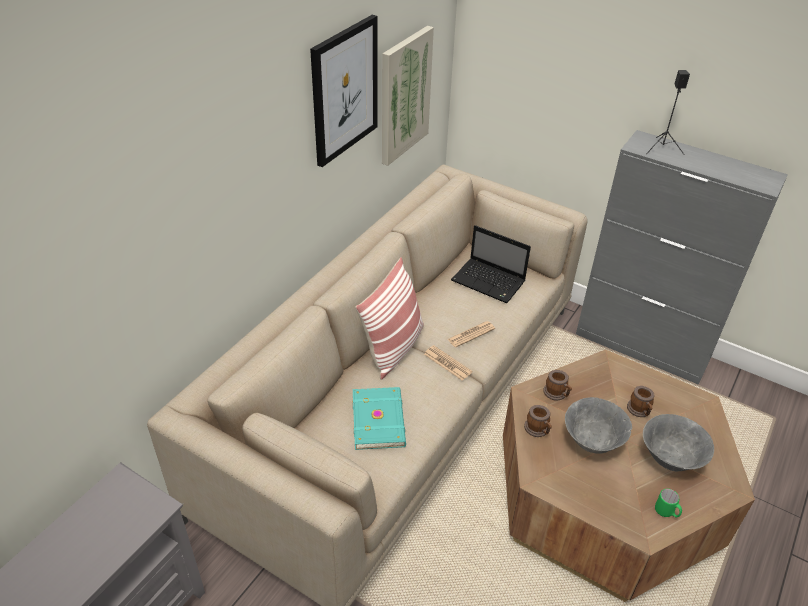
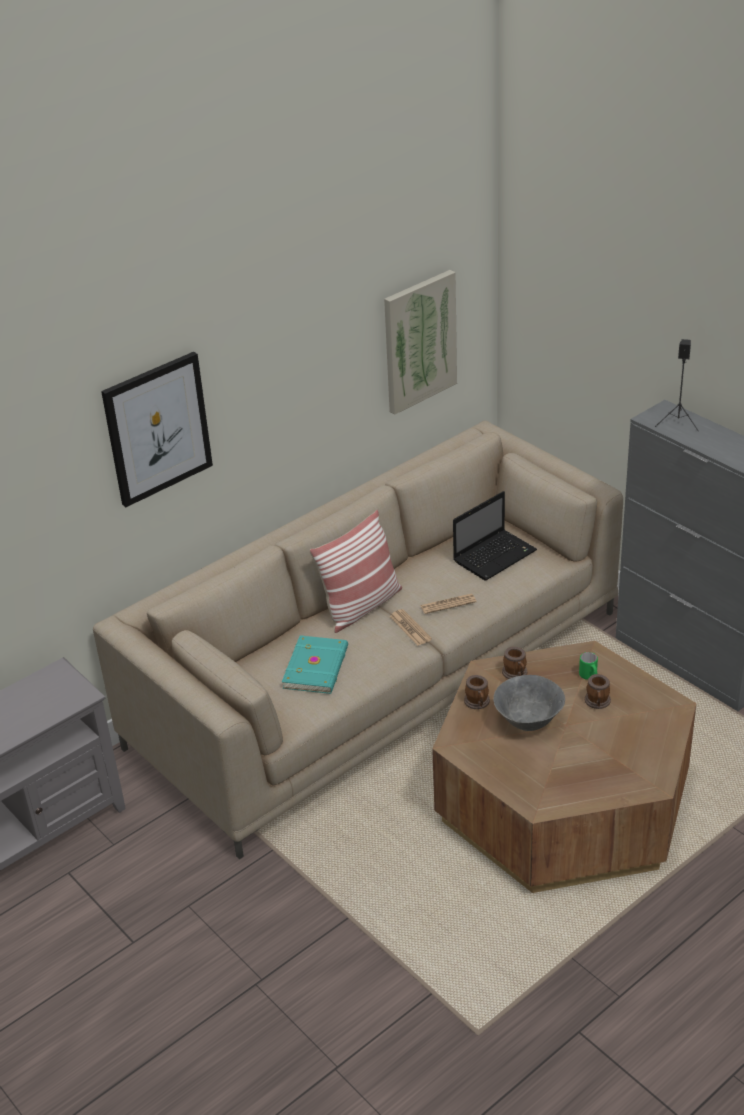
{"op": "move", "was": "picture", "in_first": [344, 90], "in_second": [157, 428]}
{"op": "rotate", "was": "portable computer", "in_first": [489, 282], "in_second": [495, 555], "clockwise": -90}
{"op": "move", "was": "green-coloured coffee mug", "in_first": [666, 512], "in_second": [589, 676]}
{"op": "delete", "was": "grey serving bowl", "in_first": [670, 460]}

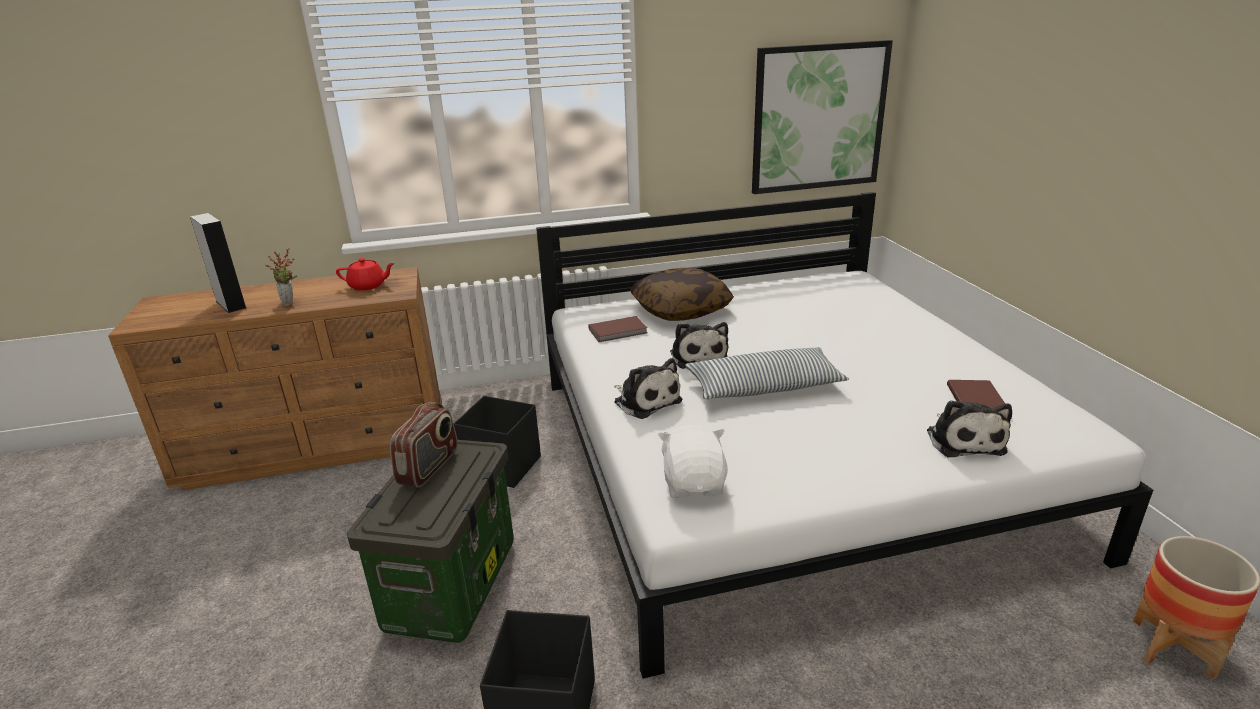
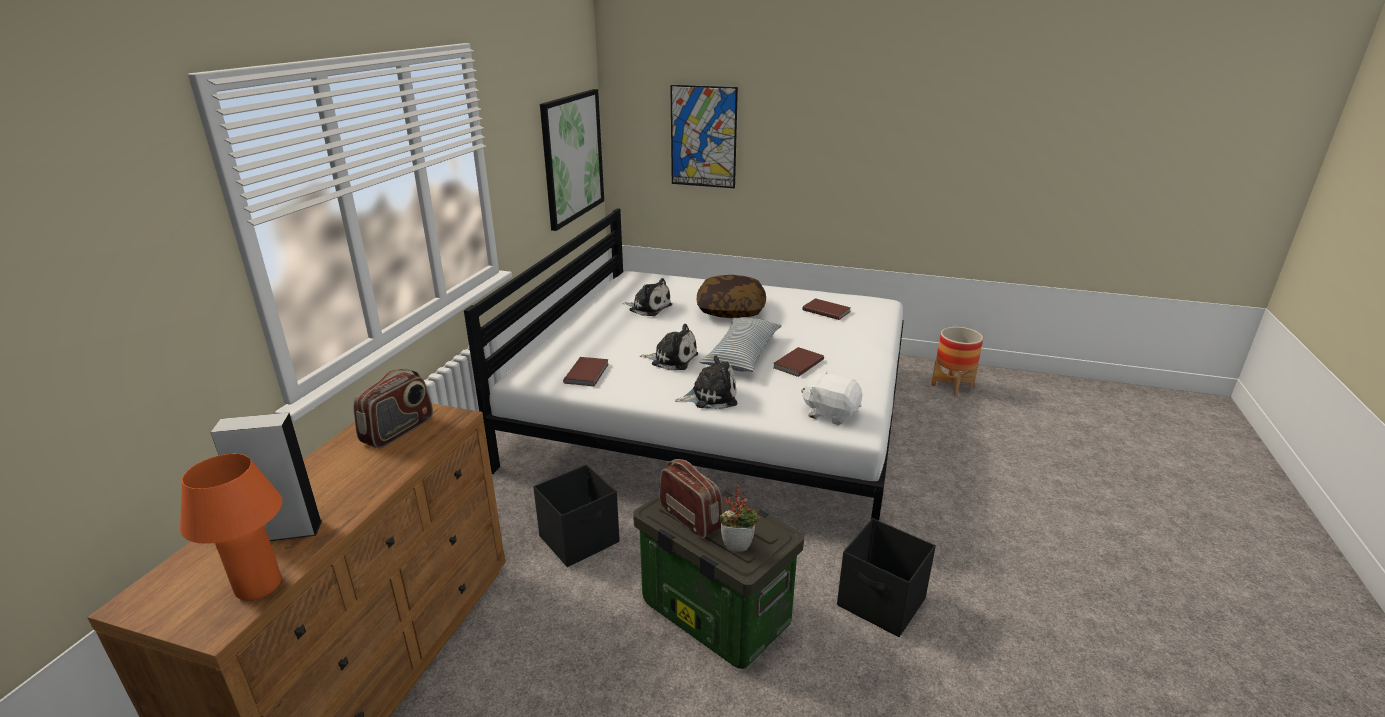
{"op": "insert", "now": "orange-coloured table lamp", "in_second": [259, 586]}
{"op": "replace", "was": "red pot for tea", "now": "radio set", "in_first": [368, 286], "in_second": [398, 431]}
{"op": "move", "was": "soft toy", "in_first": [964, 440], "in_second": [648, 308]}
{"op": "insert", "now": "picture", "in_second": [703, 137]}
{"op": "move", "was": "throw pillow", "in_first": [681, 309], "in_second": [730, 310]}
{"op": "move", "was": "potted plant", "in_first": [290, 303], "in_second": [738, 545]}
{"op": "insert", "now": "brown volume", "in_second": [797, 364]}

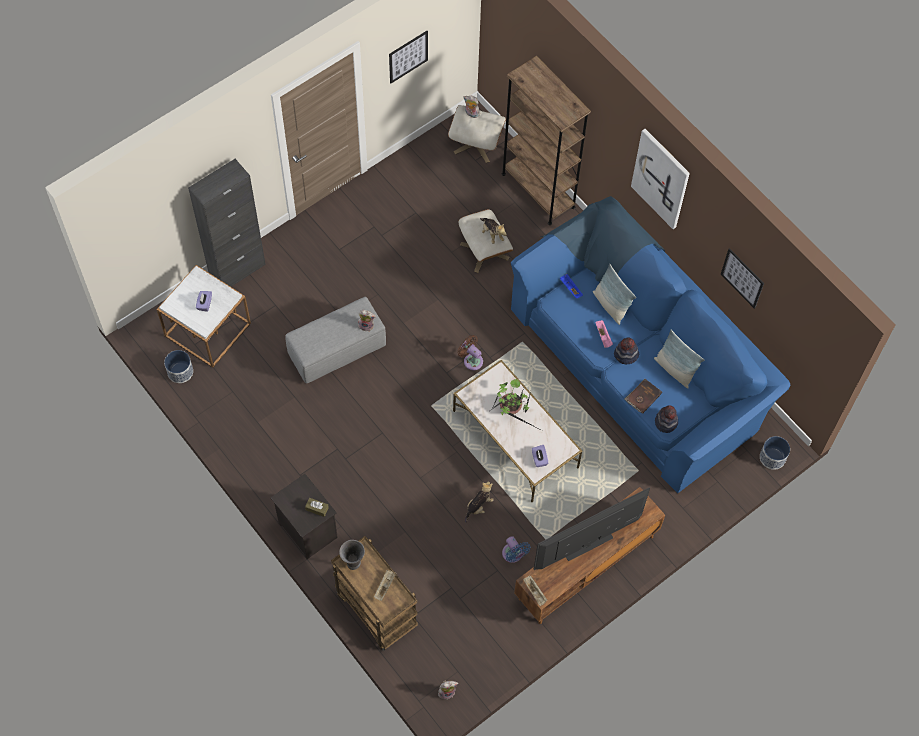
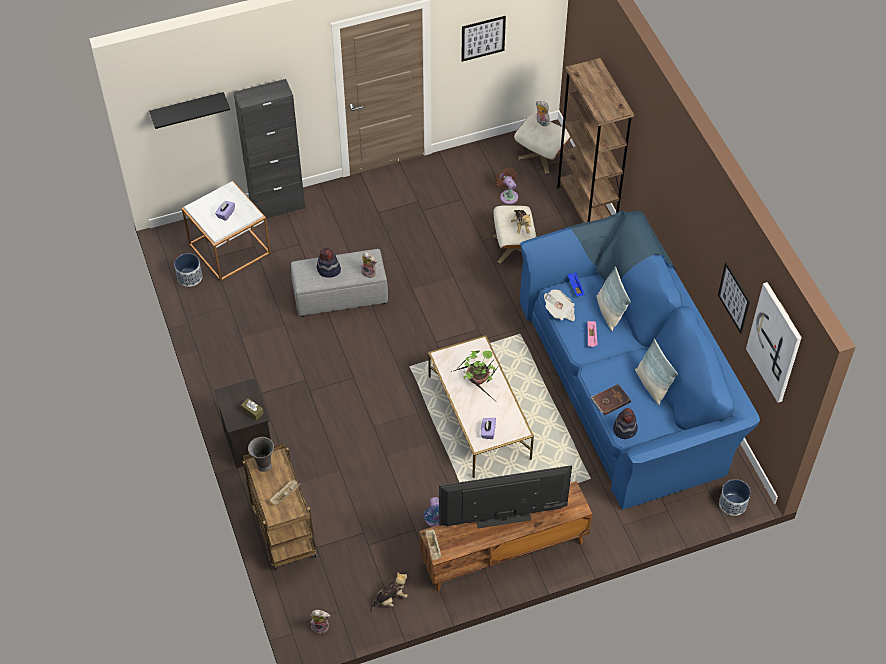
{"op": "insert", "now": "black bracket shelf", "in_second": [188, 110]}
{"op": "move", "was": "wearable hat", "in_first": [626, 355], "in_second": [328, 270]}
{"op": "move", "was": "soft toy", "in_first": [479, 506], "in_second": [390, 599]}
{"op": "move", "was": "brown cooling fan", "in_first": [471, 360], "in_second": [508, 195]}
{"op": "insert", "now": "newspaper", "in_second": [560, 311]}
{"op": "move", "was": "picture", "in_first": [661, 178], "in_second": [775, 342]}

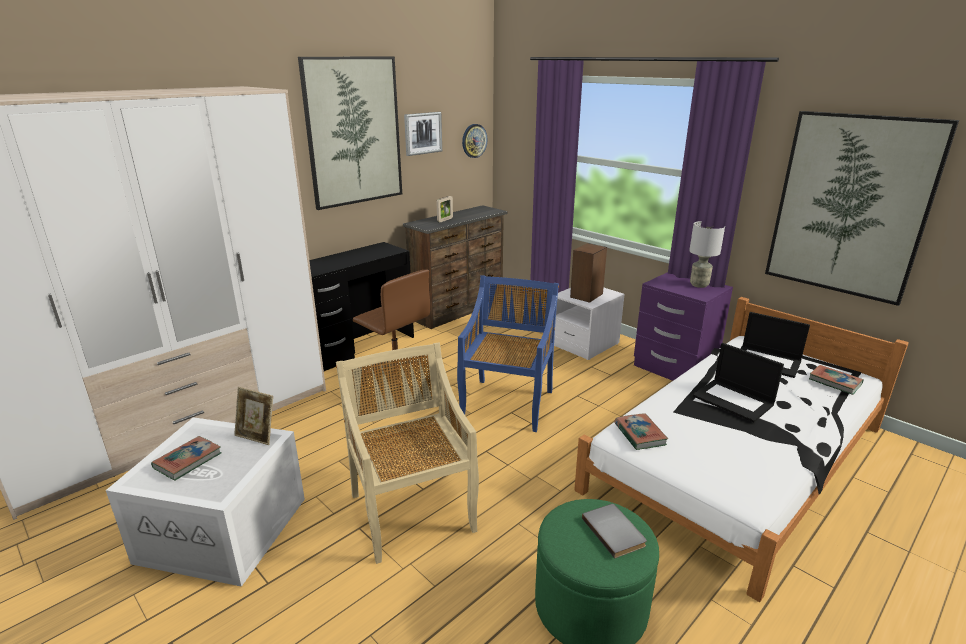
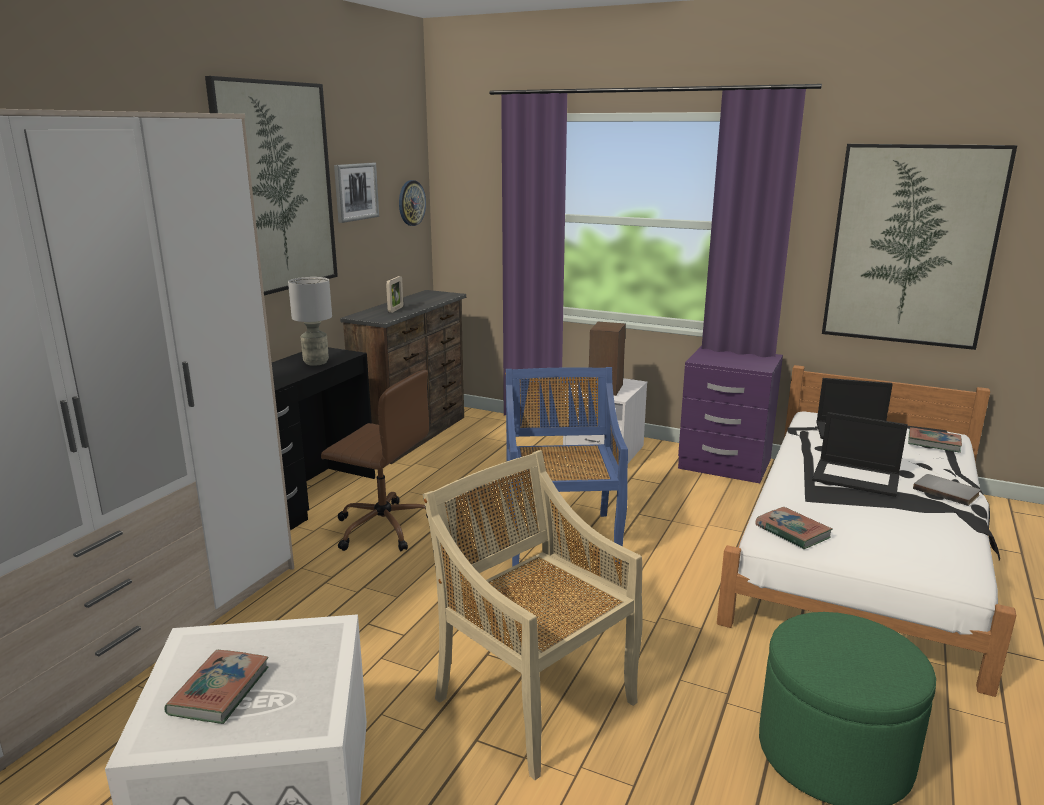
{"op": "move", "was": "grey table lamp", "in_first": [699, 285], "in_second": [316, 362]}
{"op": "move", "was": "grey volume", "in_first": [615, 531], "in_second": [946, 491]}
{"op": "delete", "was": "picture frame", "in_first": [257, 436]}

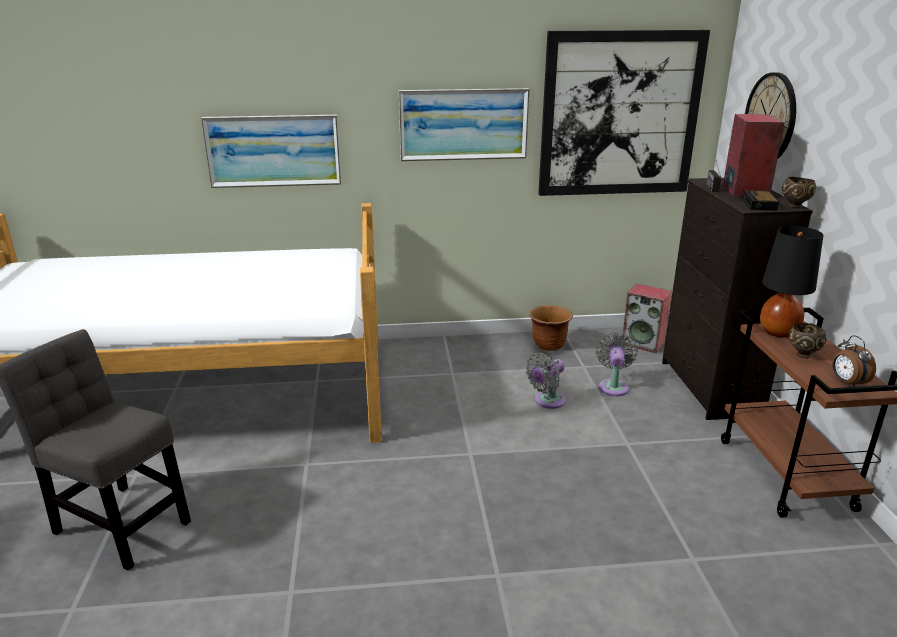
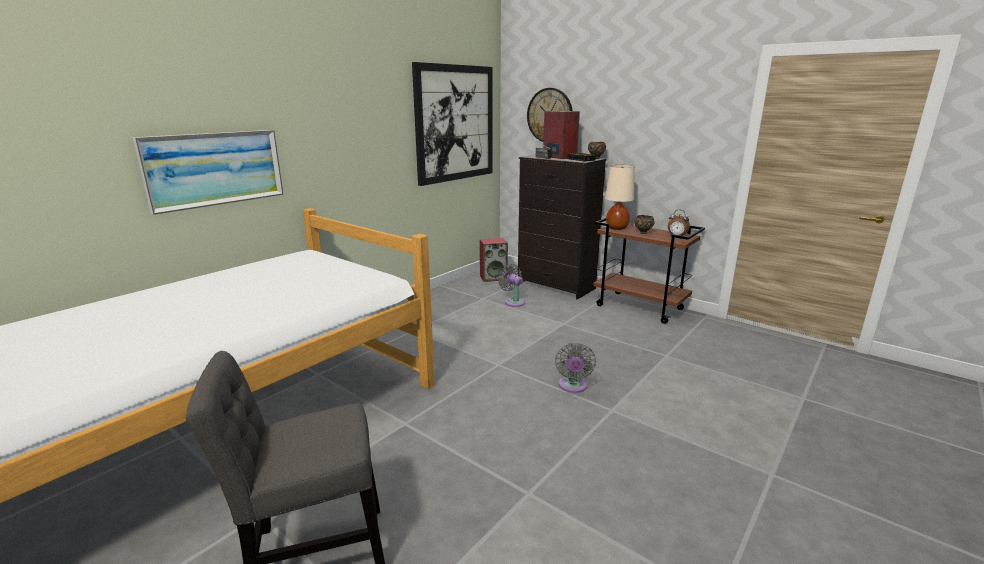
{"op": "move", "was": "grey cooling fan", "in_first": [547, 401], "in_second": [572, 386]}
{"op": "recolor", "was": "black table lamp", "now": "beige-coloured table lamp", "in_first": [778, 332], "in_second": [616, 228]}
{"op": "delete", "was": "picture", "in_first": [463, 124]}
{"op": "delete", "was": "brown flower pot", "in_first": [549, 345]}

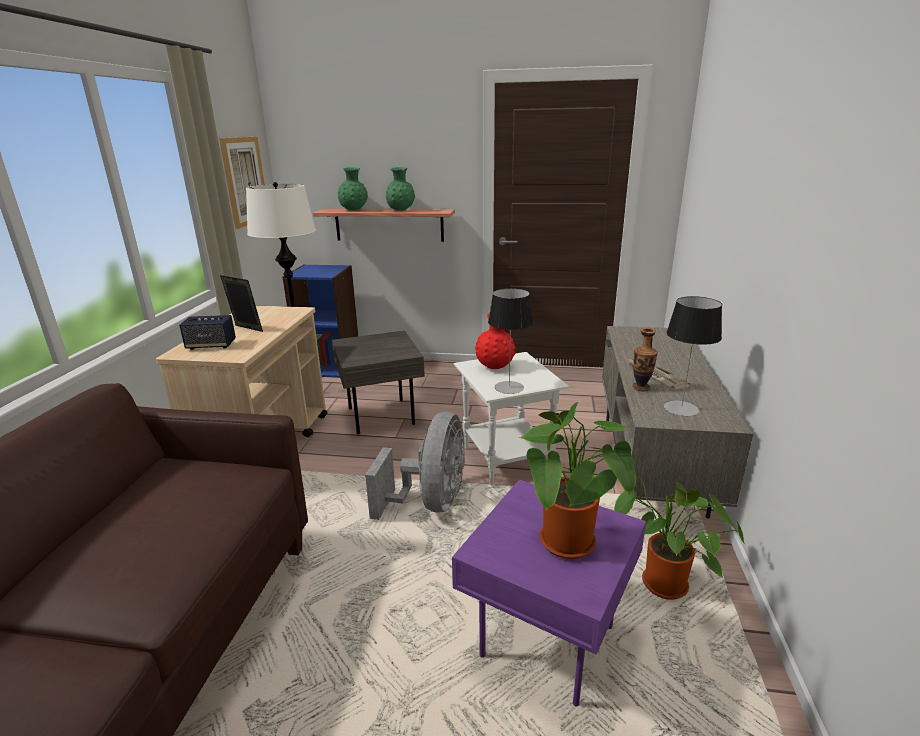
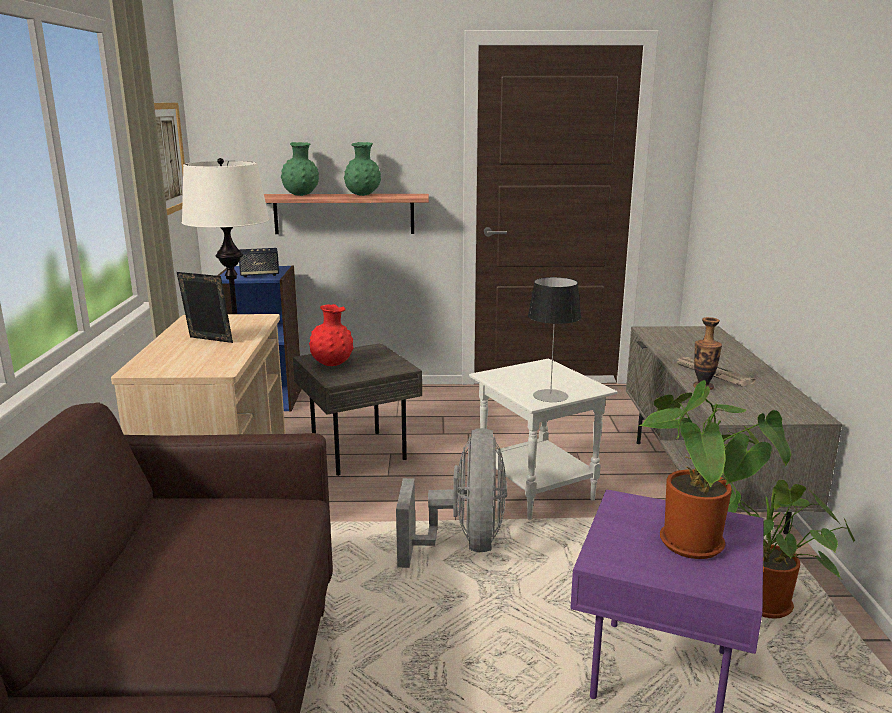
{"op": "move", "was": "audio speaker", "in_first": [211, 345], "in_second": [259, 275]}
{"op": "move", "was": "red vase", "in_first": [495, 367], "in_second": [332, 364]}
{"op": "delete", "was": "table lamp", "in_first": [681, 408]}

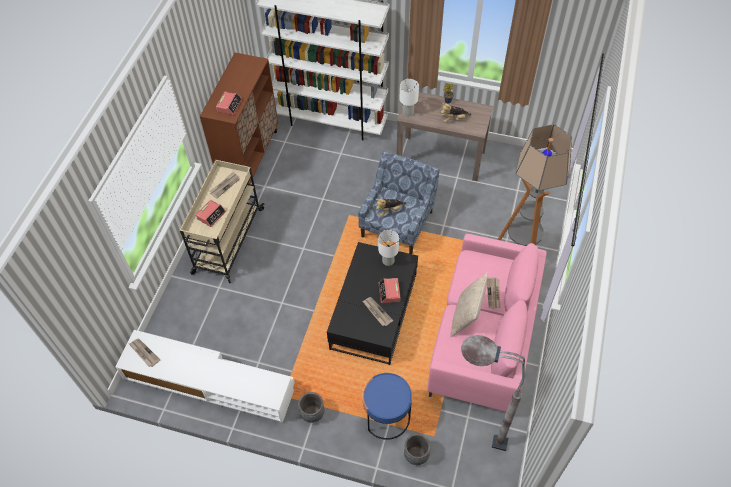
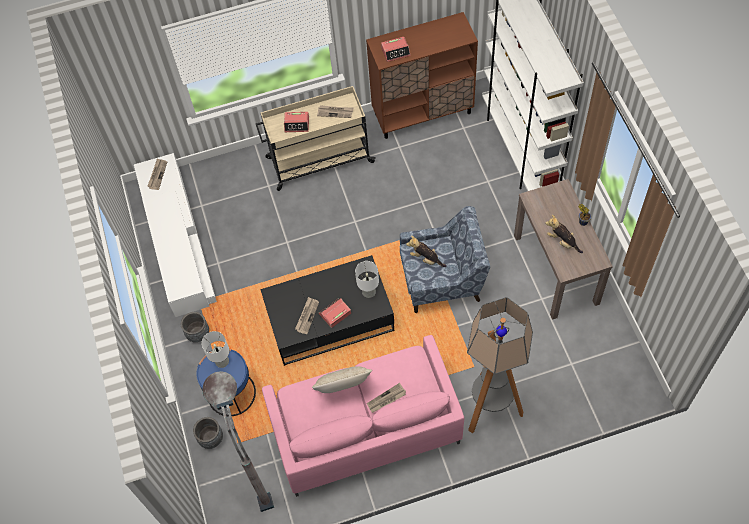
{"op": "move", "was": "white table lamp", "in_first": [408, 112], "in_second": [222, 361]}

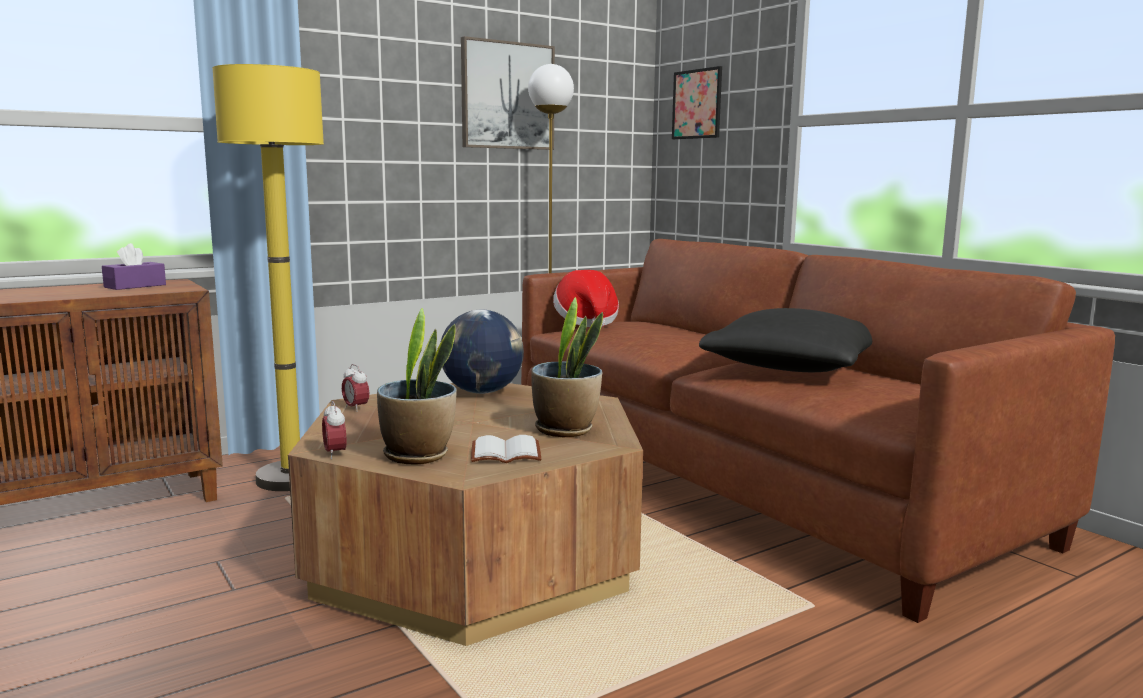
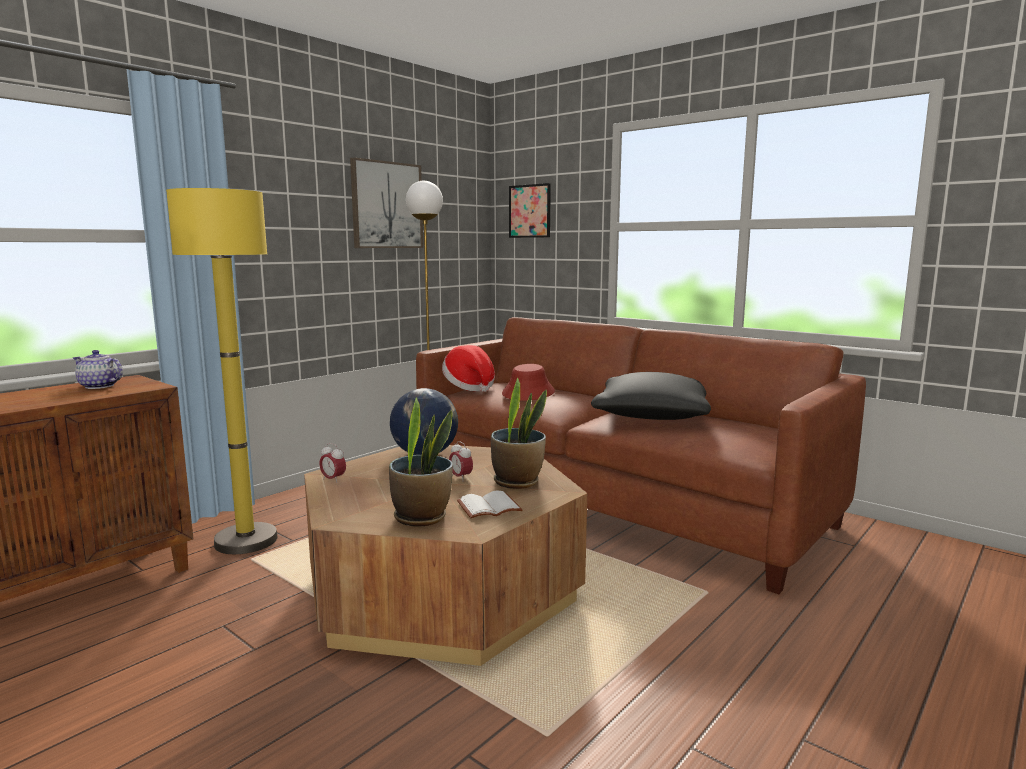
{"op": "replace", "was": "purplish tissue box", "now": "pot for tea", "in_first": [135, 286], "in_second": [99, 386]}
{"op": "move", "was": "table clock", "in_first": [335, 454], "in_second": [461, 478]}
{"op": "insert", "now": "red wearable hat", "in_second": [528, 393]}

